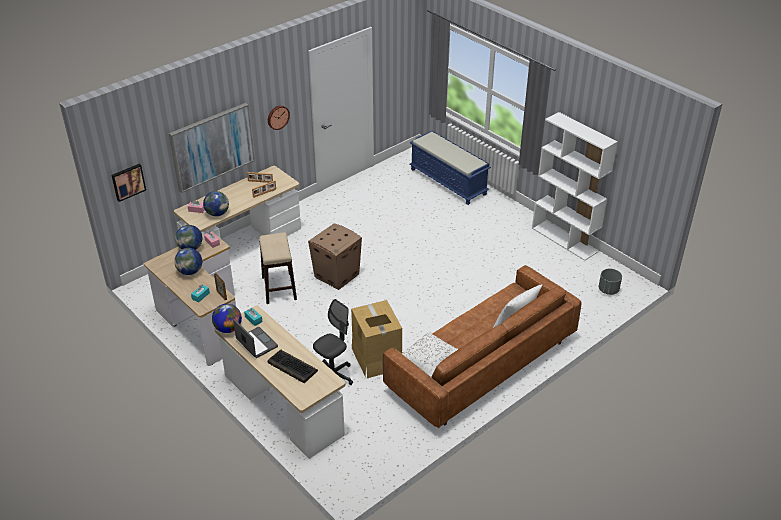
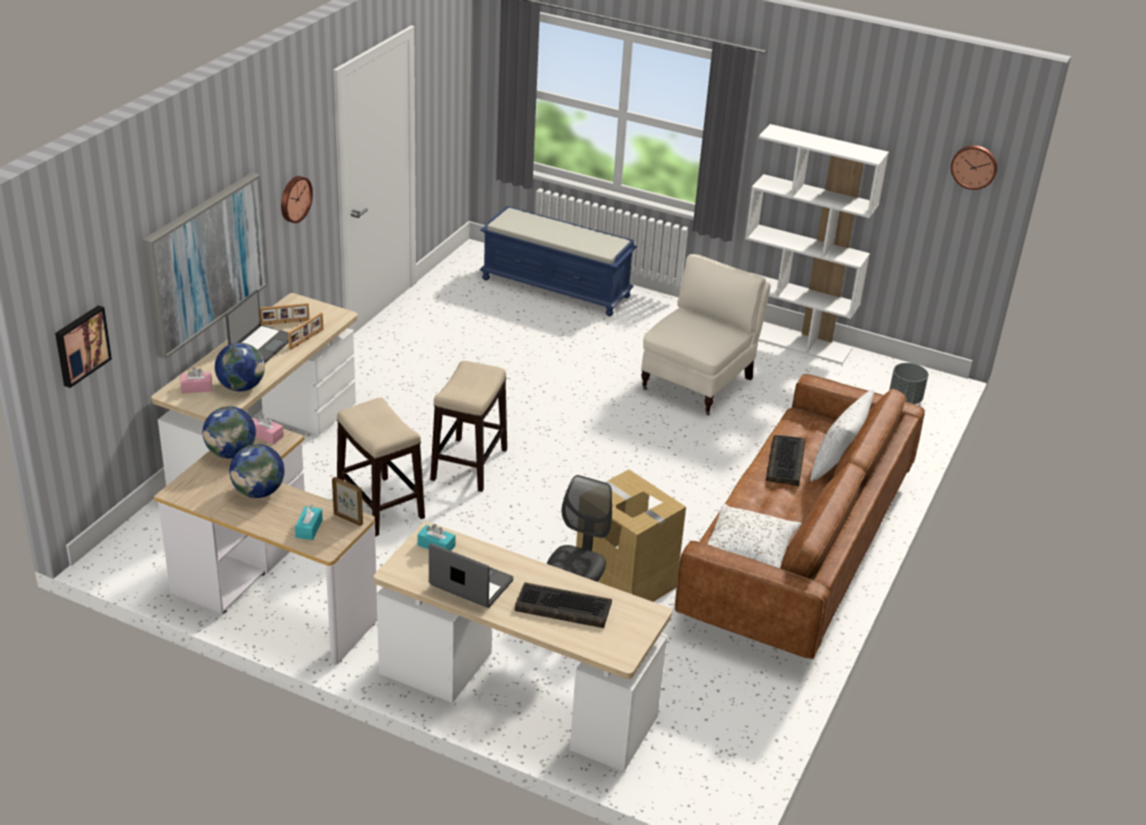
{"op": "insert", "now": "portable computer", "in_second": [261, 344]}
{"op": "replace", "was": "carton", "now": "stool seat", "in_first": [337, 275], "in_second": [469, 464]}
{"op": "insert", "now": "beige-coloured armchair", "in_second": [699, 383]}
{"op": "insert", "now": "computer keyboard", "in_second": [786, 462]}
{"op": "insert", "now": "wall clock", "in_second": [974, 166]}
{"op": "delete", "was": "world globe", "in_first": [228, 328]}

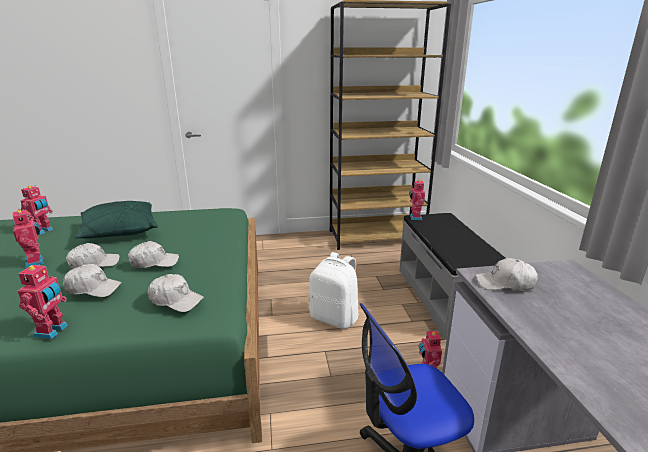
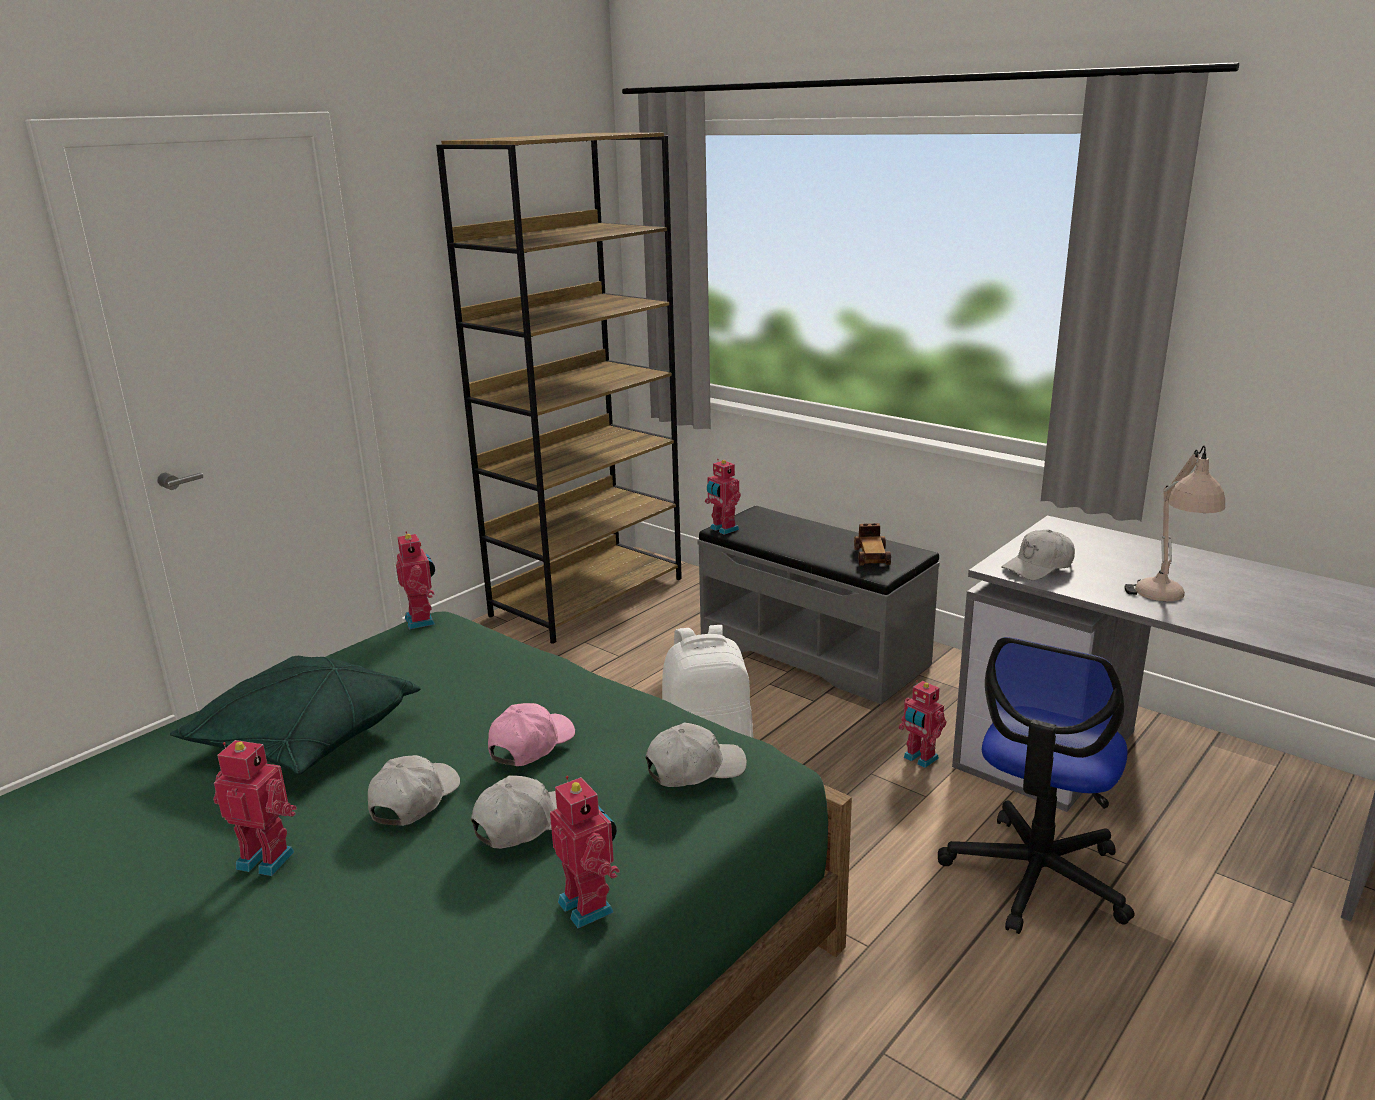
{"op": "move", "was": "model robot", "in_first": [43, 231], "in_second": [422, 620]}
{"op": "recolor", "was": "white peaked cap", "now": "pinkish peaked cap", "in_first": [154, 262], "in_second": [531, 745]}
{"op": "insert", "now": "miniature car", "in_second": [871, 556]}
{"op": "insert", "now": "beige-coloured table lamp", "in_second": [1165, 602]}

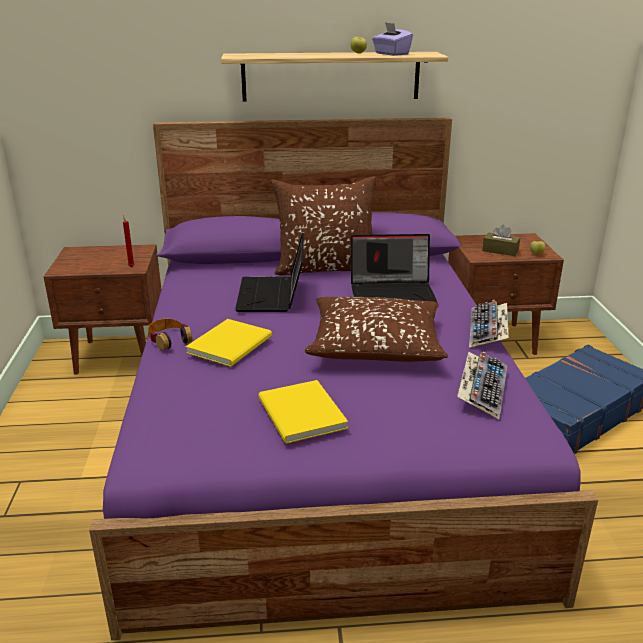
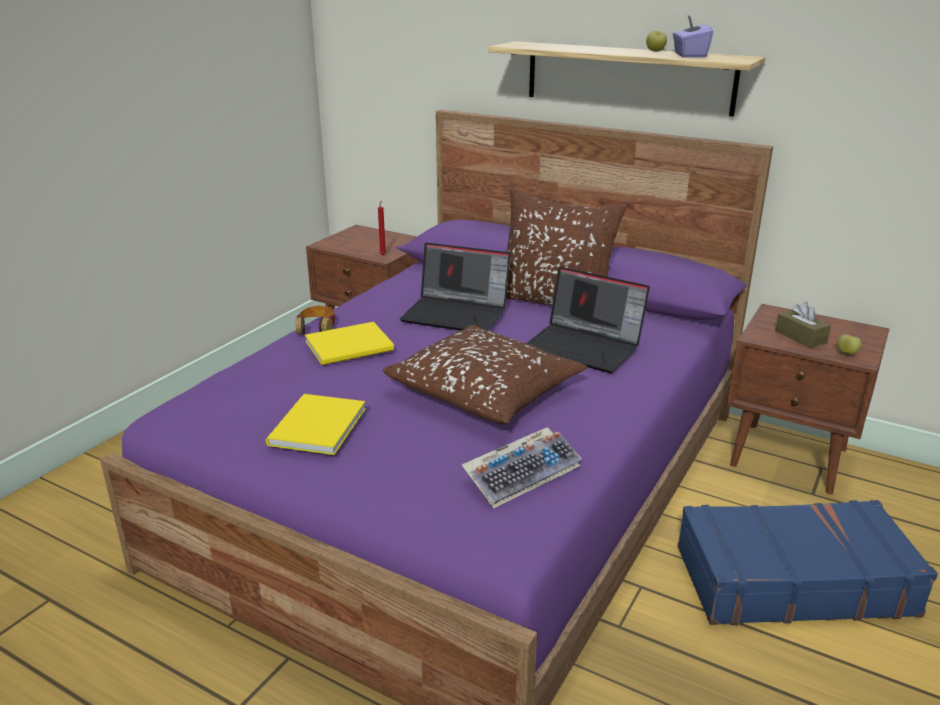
{"op": "rotate", "was": "portable computer", "in_first": [272, 296], "in_second": [457, 314], "clockwise": -105}
{"op": "delete", "was": "computer keyboard", "in_first": [488, 331]}

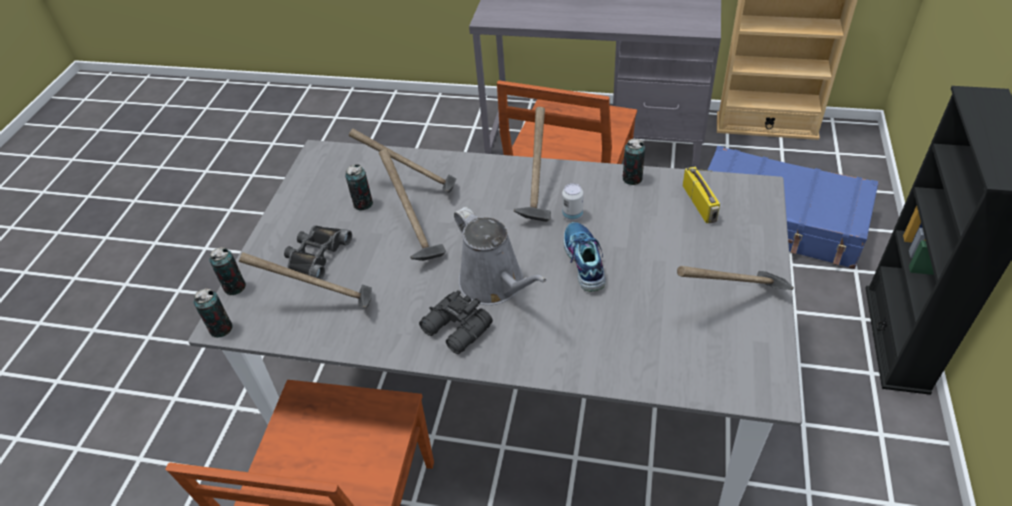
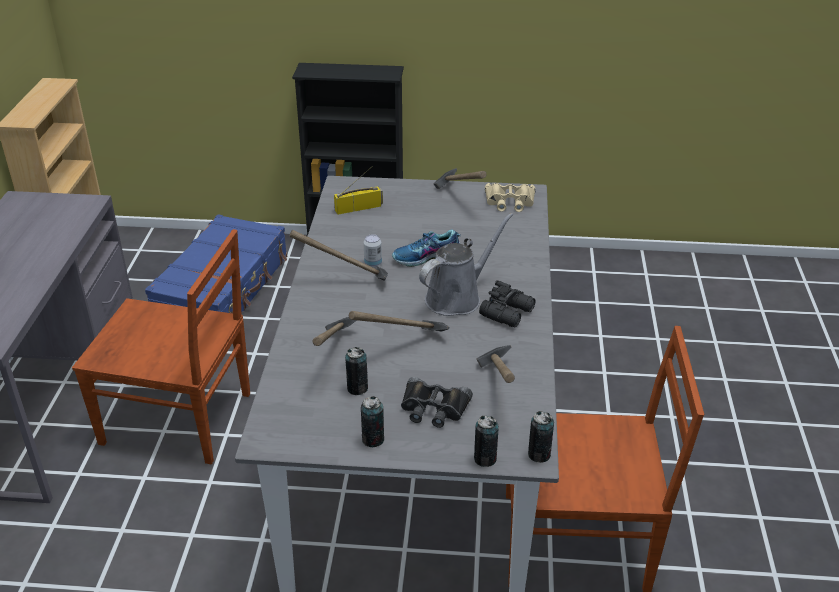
{"op": "move", "was": "can", "in_first": [632, 179], "in_second": [373, 440]}
{"op": "insert", "now": "beige-coloured field glasses", "in_second": [509, 202]}

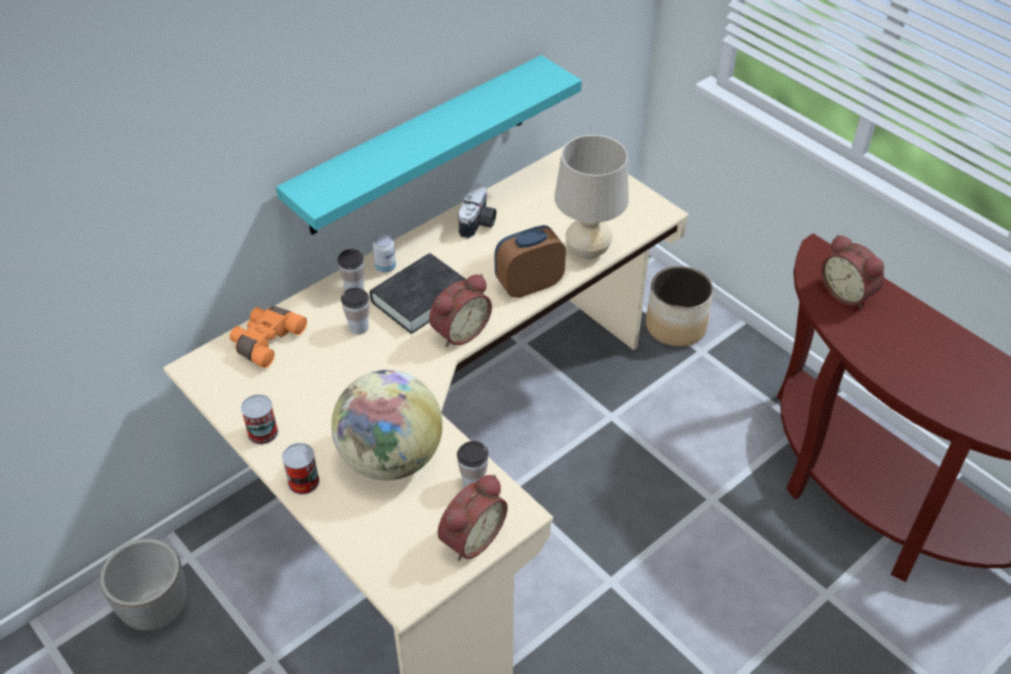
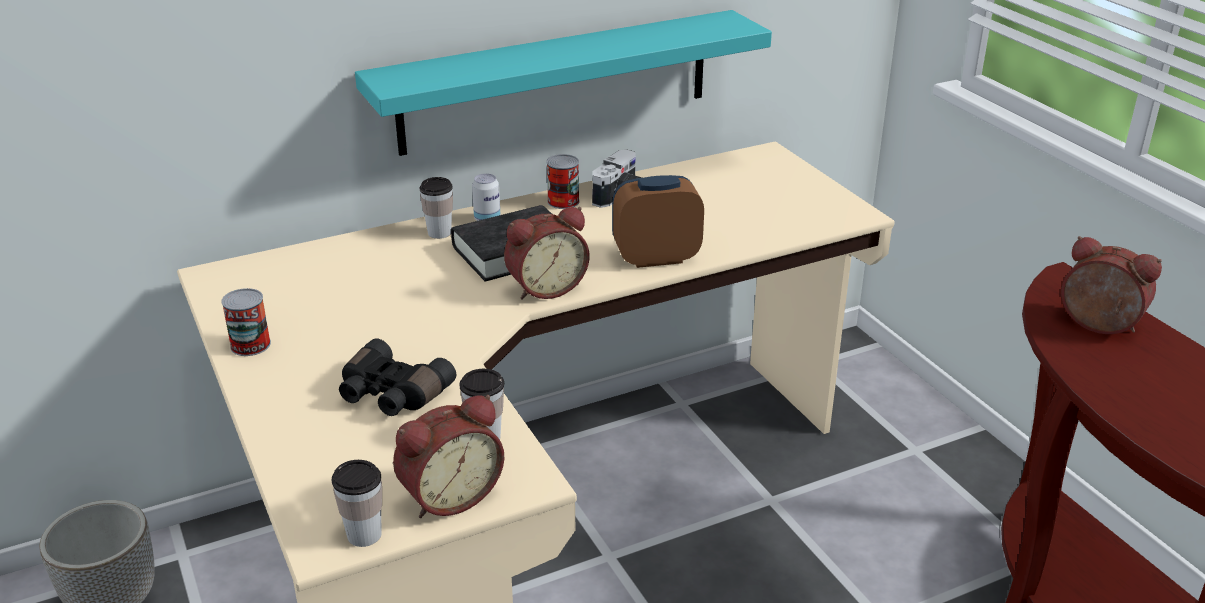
{"op": "move", "was": "small cup", "in_first": [358, 327], "in_second": [364, 535]}
{"op": "replace", "was": "world globe", "now": "black field glasses", "in_first": [390, 458], "in_second": [391, 395]}
{"op": "move", "was": "can", "in_first": [303, 481], "in_second": [563, 201]}
{"op": "rotate", "was": "table clock", "in_first": [848, 293], "in_second": [1097, 326], "clockwise": 150}
{"op": "delete", "was": "orange-coloured field glasses", "in_first": [266, 341]}
{"op": "delete", "was": "beige-coloured table lamp", "in_first": [587, 251]}
{"op": "delete", "was": "flower pot", "in_first": [676, 326]}

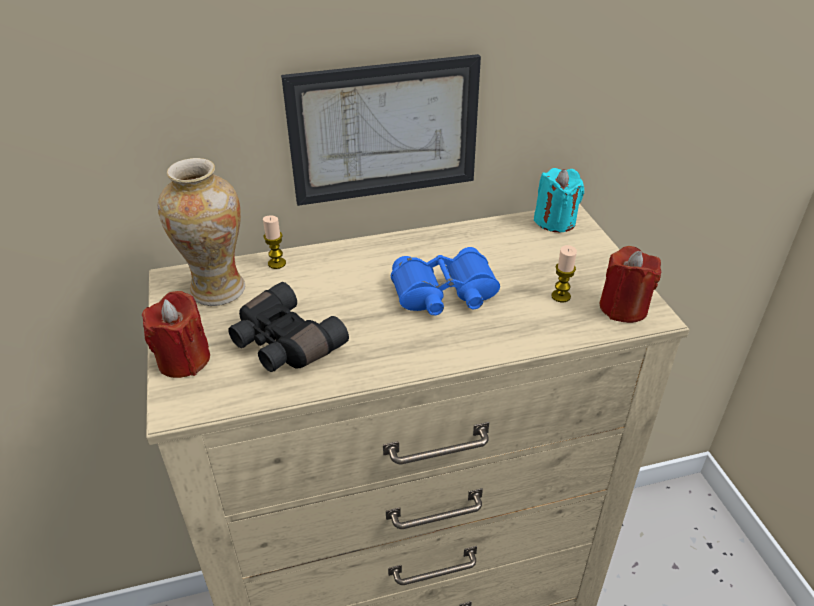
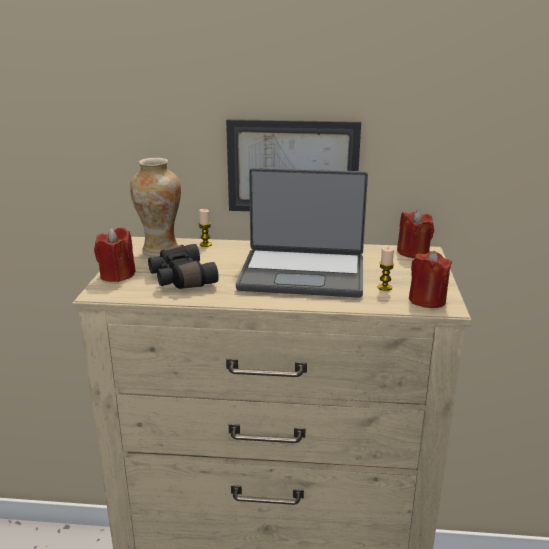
{"op": "replace", "was": "blue-coloured field glasses", "now": "portable computer", "in_first": [445, 294], "in_second": [303, 274]}
{"op": "recolor", "was": "blue-green wax light", "now": "red wax light", "in_first": [555, 221], "in_second": [413, 252]}

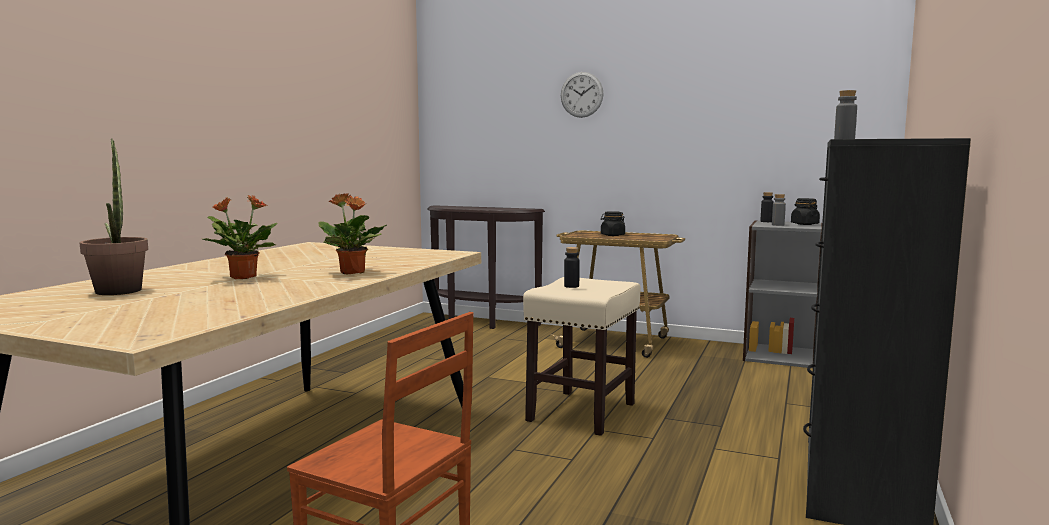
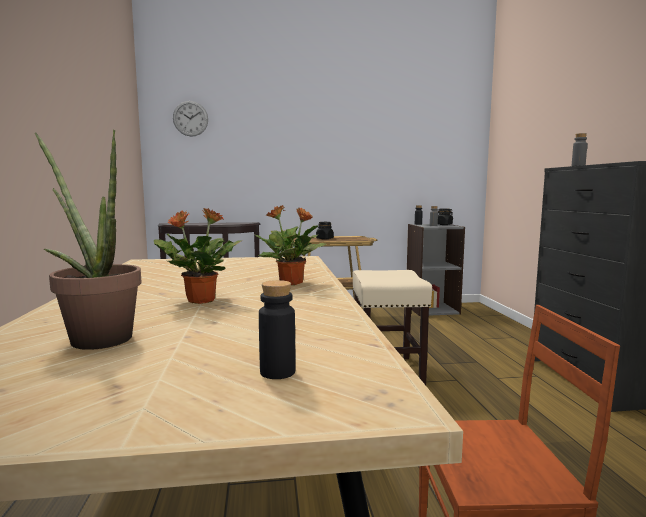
{"op": "move", "was": "wall clock", "in_first": [581, 94], "in_second": [190, 118]}
{"op": "move", "was": "black beverage bottle", "in_first": [571, 286], "in_second": [277, 372]}

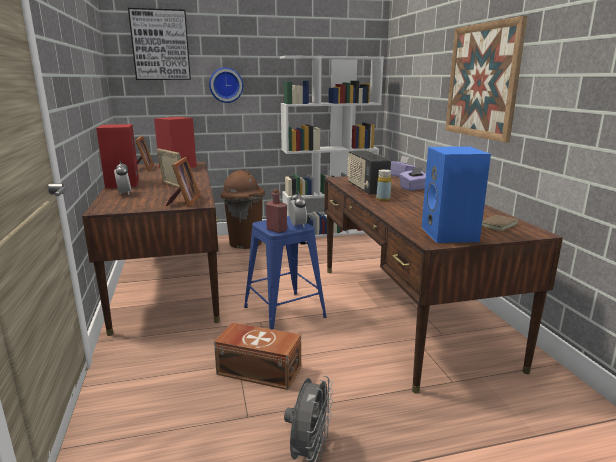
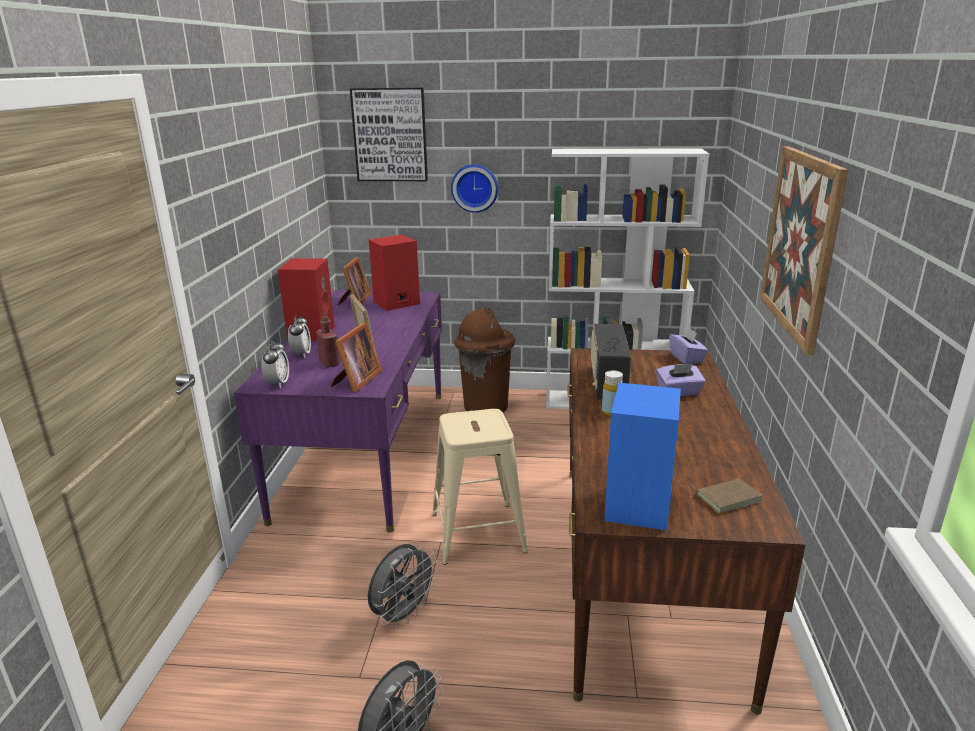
{"op": "recolor", "was": "brown desk table", "now": "purplish desk table", "in_first": [169, 278], "in_second": [366, 451]}
{"op": "move", "was": "table clock", "in_first": [297, 225], "in_second": [278, 383]}
{"op": "move", "was": "red beverage bottle", "in_first": [276, 230], "in_second": [329, 363]}
{"op": "replace", "was": "brown storage container", "now": "grey cooling fan", "in_first": [258, 369], "in_second": [403, 614]}
{"op": "recolor", "was": "blue-coloured stool seat", "now": "beige-coloured stool seat", "in_first": [285, 312], "in_second": [478, 533]}

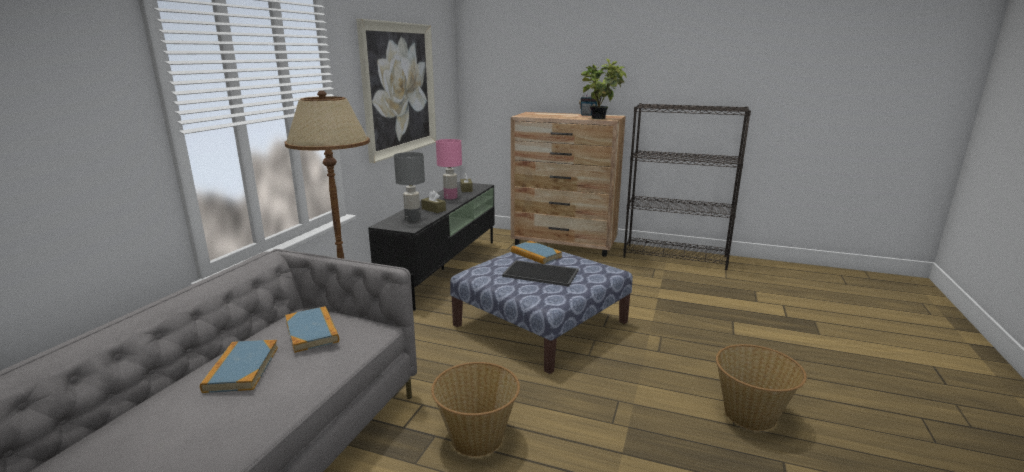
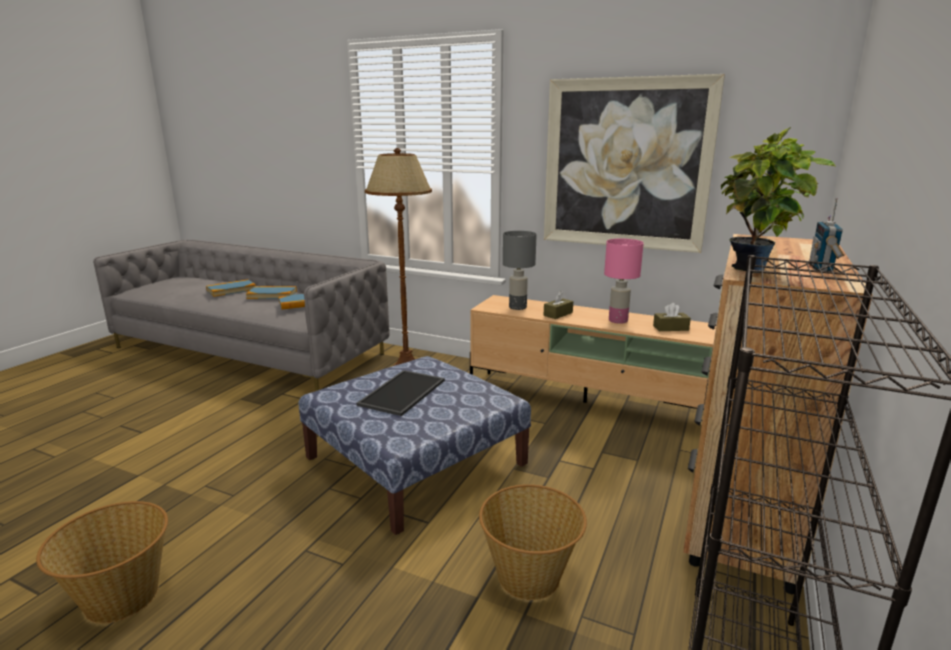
{"op": "move", "was": "volume", "in_first": [536, 254], "in_second": [231, 290]}
{"op": "recolor", "was": "black tv stand", "now": "beige-coloured tv stand", "in_first": [443, 268], "in_second": [586, 402]}
{"op": "move", "was": "household basket", "in_first": [477, 437], "in_second": [530, 576]}

